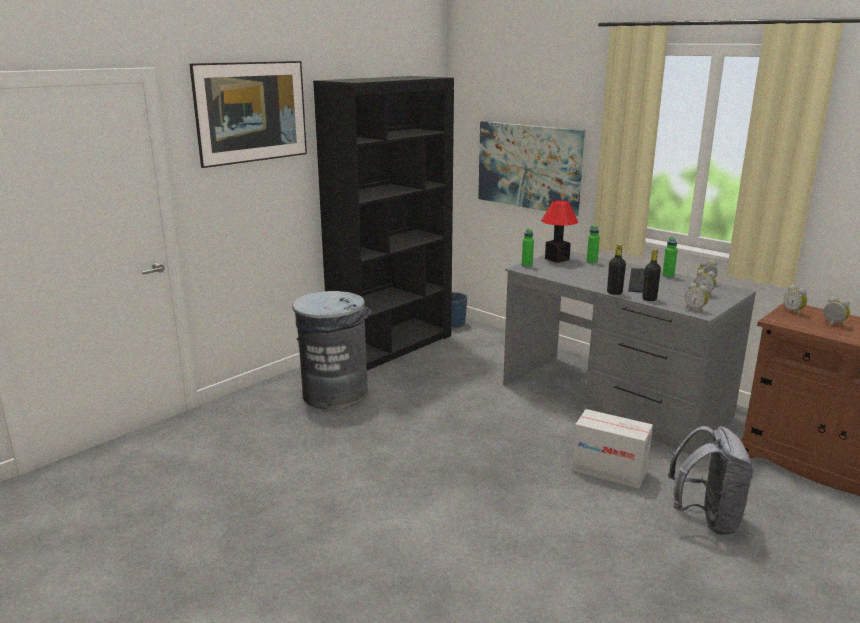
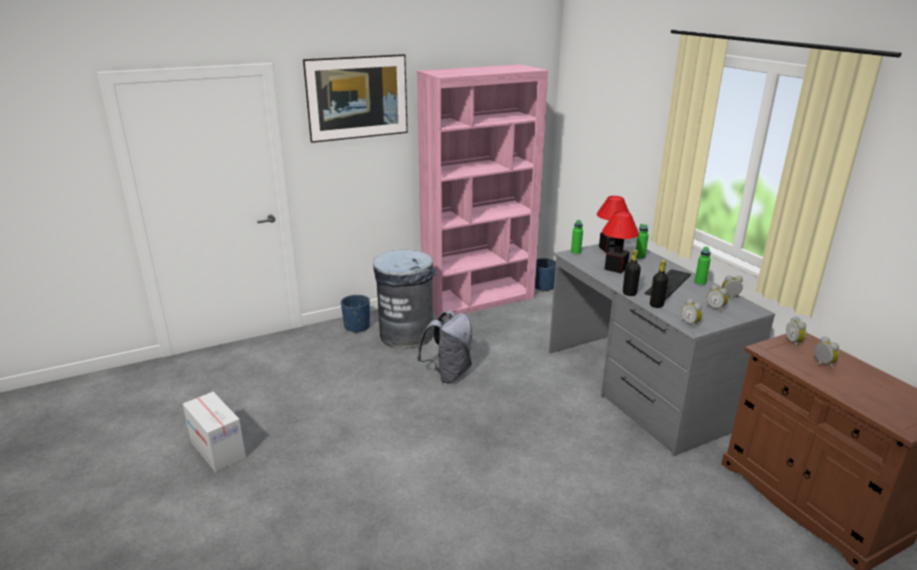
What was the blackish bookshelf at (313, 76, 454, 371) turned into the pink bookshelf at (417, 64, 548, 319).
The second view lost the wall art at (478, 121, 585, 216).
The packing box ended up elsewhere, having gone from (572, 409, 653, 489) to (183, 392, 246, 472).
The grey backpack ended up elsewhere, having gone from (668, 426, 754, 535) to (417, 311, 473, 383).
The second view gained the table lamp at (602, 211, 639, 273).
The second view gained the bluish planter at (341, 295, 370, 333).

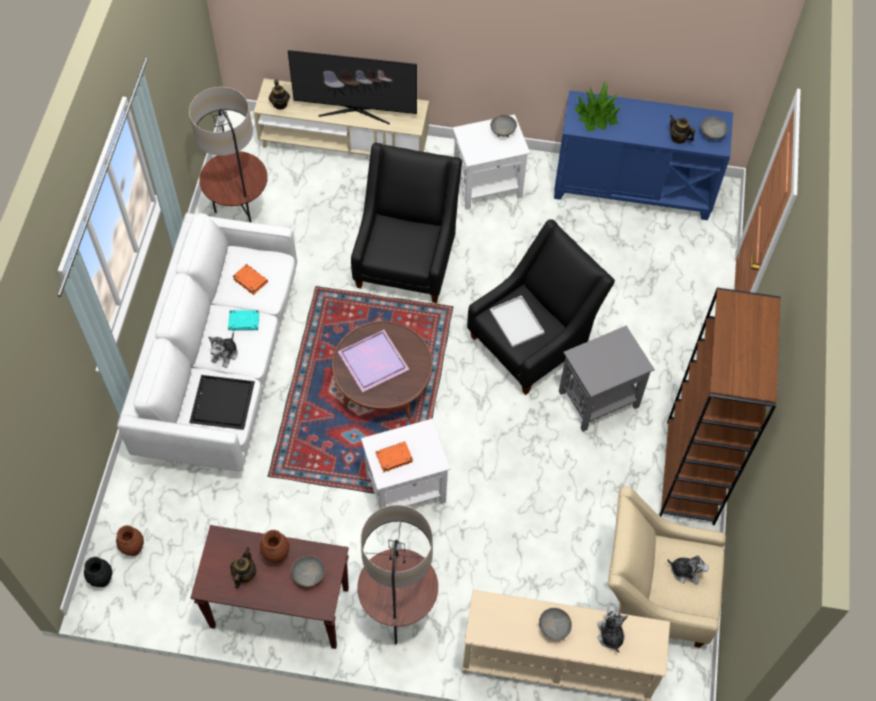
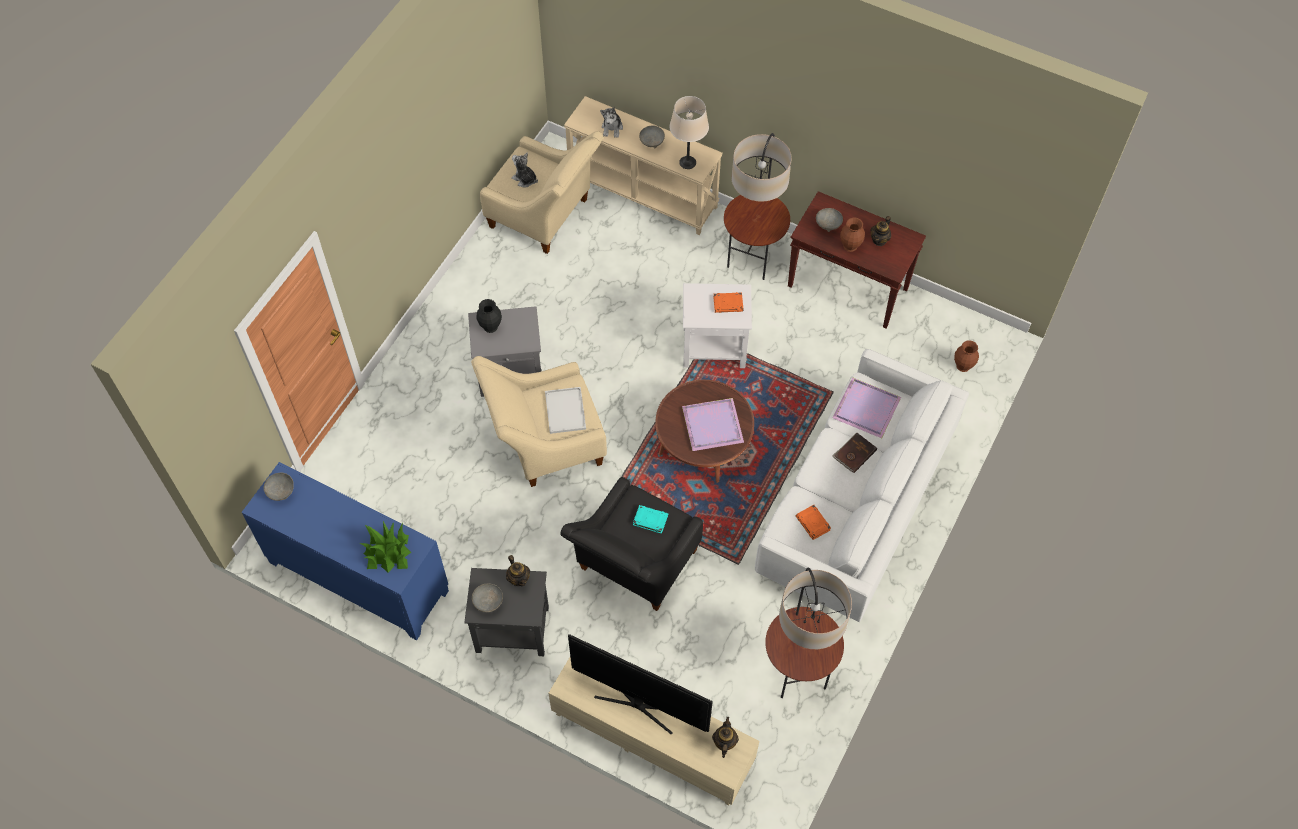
What was the whitish accent table at (453, 114, 530, 210) turned into the blackish accent table at (464, 568, 549, 656).
The pot for tea ended up elsewhere, having gone from (670, 115, 695, 144) to (506, 555, 530, 586).
What was the blackish armchair at (467, 219, 615, 395) turned into the sand-coloured armchair at (471, 356, 607, 487).
The second view lost the brown-coloured bookshelf at (659, 288, 780, 525).
The turquoise-coloured volume ended up elsewhere, having gone from (228, 310, 259, 331) to (633, 505, 668, 534).
Where the plush toy stood at (209, 332, 238, 368), the brown-coloured volume came to stand at (832, 433, 877, 473).
What was the blackish serving tray at (189, 375, 255, 430) turned into the purple serving tray at (833, 377, 901, 438).
The blackish flower vase ended up elsewhere, having gone from (84, 557, 112, 587) to (477, 299, 502, 333).
The second view gained the sand-coloured table lamp at (669, 96, 709, 169).

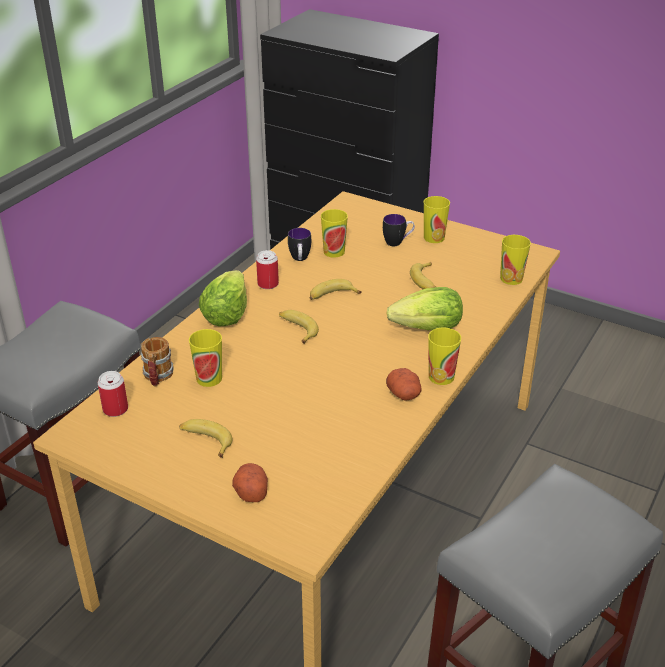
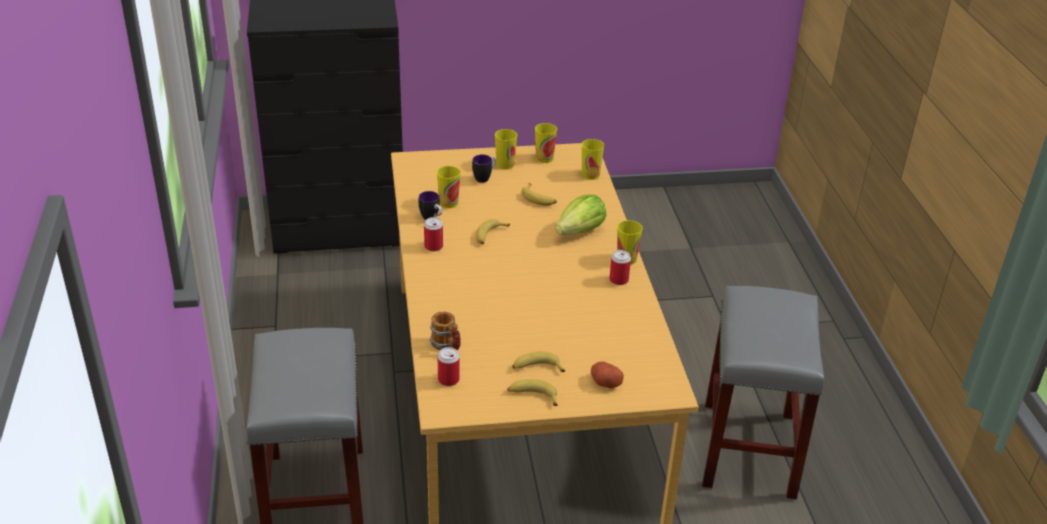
The second view lost the lettuce at (199, 270, 247, 326).
The banana ended up elsewhere, having gone from (279, 310, 319, 344) to (507, 379, 558, 406).
The small cup ended up elsewhere, having gone from (189, 329, 222, 387) to (535, 123, 557, 163).
Where the potato stood at (386, 368, 422, 401), the sealed can came to stand at (609, 250, 631, 285).

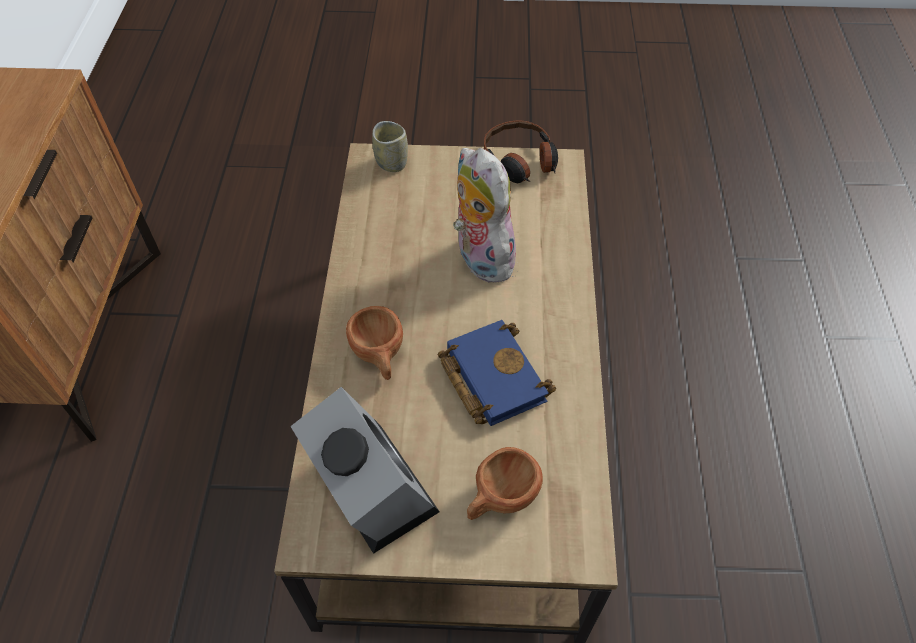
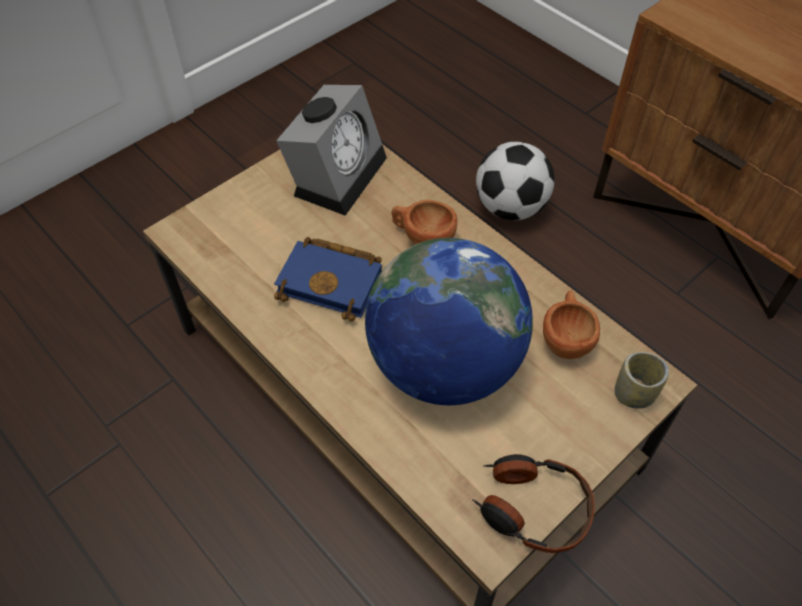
Where the plush toy stood at (453, 148, 516, 283), the world globe came to stand at (365, 238, 533, 405).
The alarm clock at (290, 387, 440, 554) ended up facing another way, 75 degrees counterclockwise from before.
The brown-coloured small cup ended up elsewhere, having gone from (467, 447, 543, 520) to (543, 290, 600, 359).
The second view gained the ball for football at (476, 142, 554, 220).

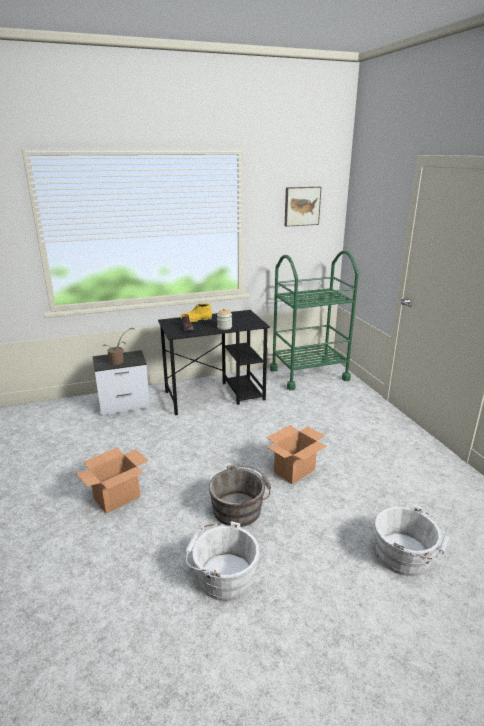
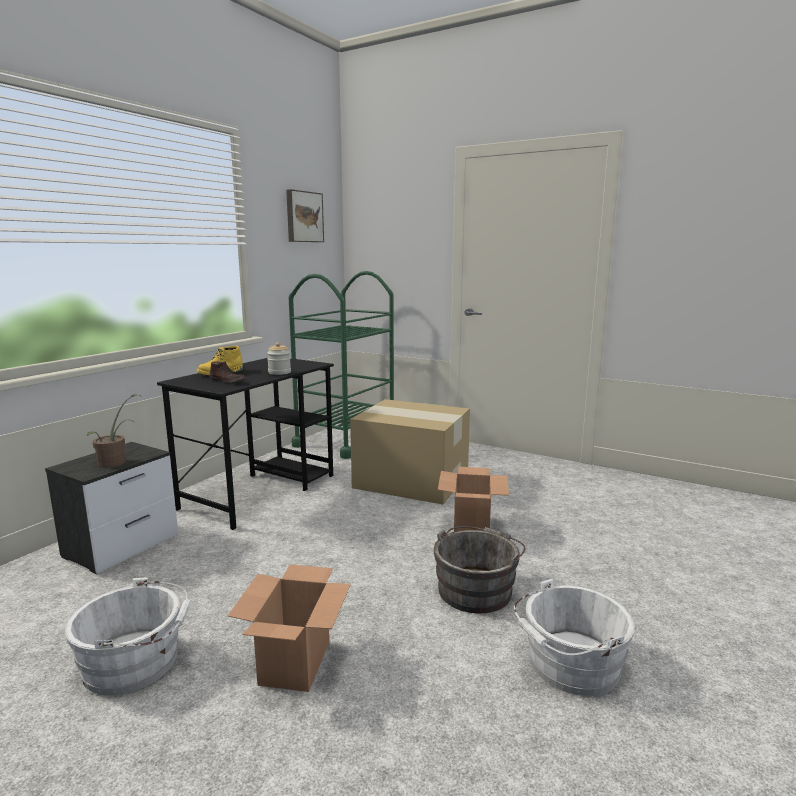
The whitish water bucket ended up elsewhere, having gone from (375, 505, 449, 576) to (65, 577, 191, 695).
The second view gained the packing box at (350, 399, 470, 504).

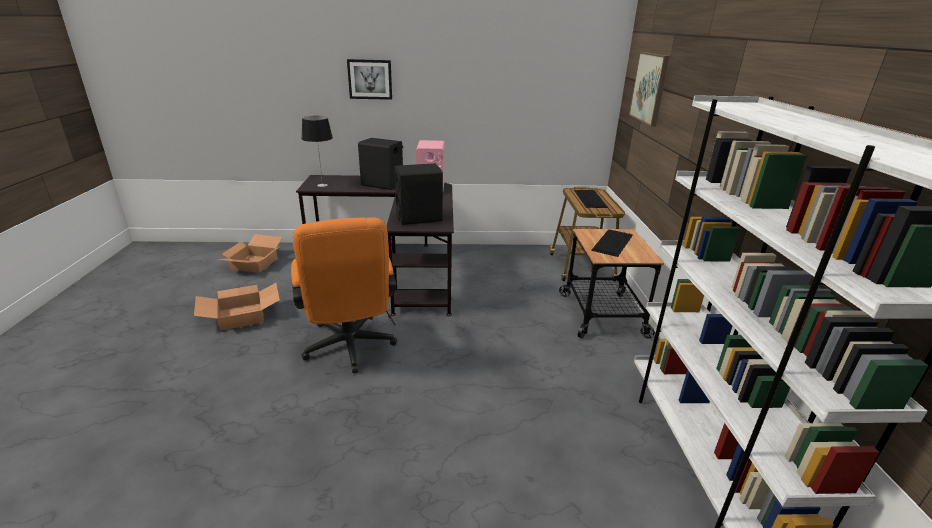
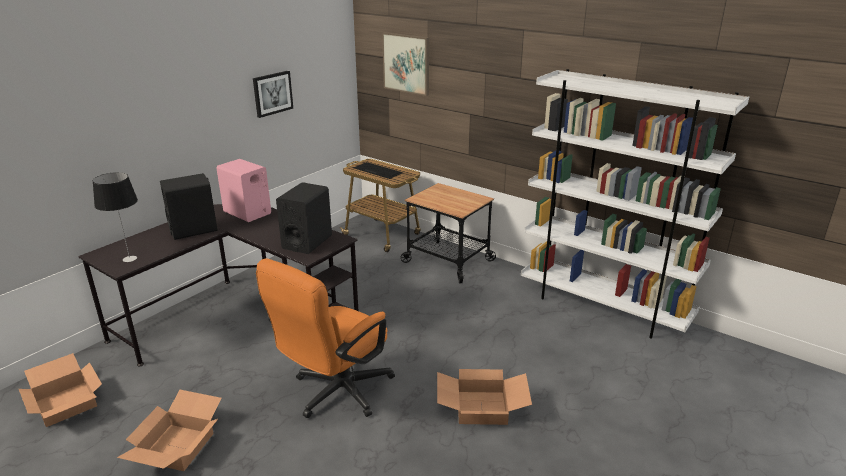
The wall art ended up elsewhere, having gone from (347, 59, 392, 100) to (253, 71, 293, 118).
The orange computer chair at (291, 217, 397, 373) ended up facing another way, 105 degrees clockwise from before.
The second view lost the keyboard at (591, 229, 633, 257).
The second view gained the packing box at (437, 369, 532, 425).

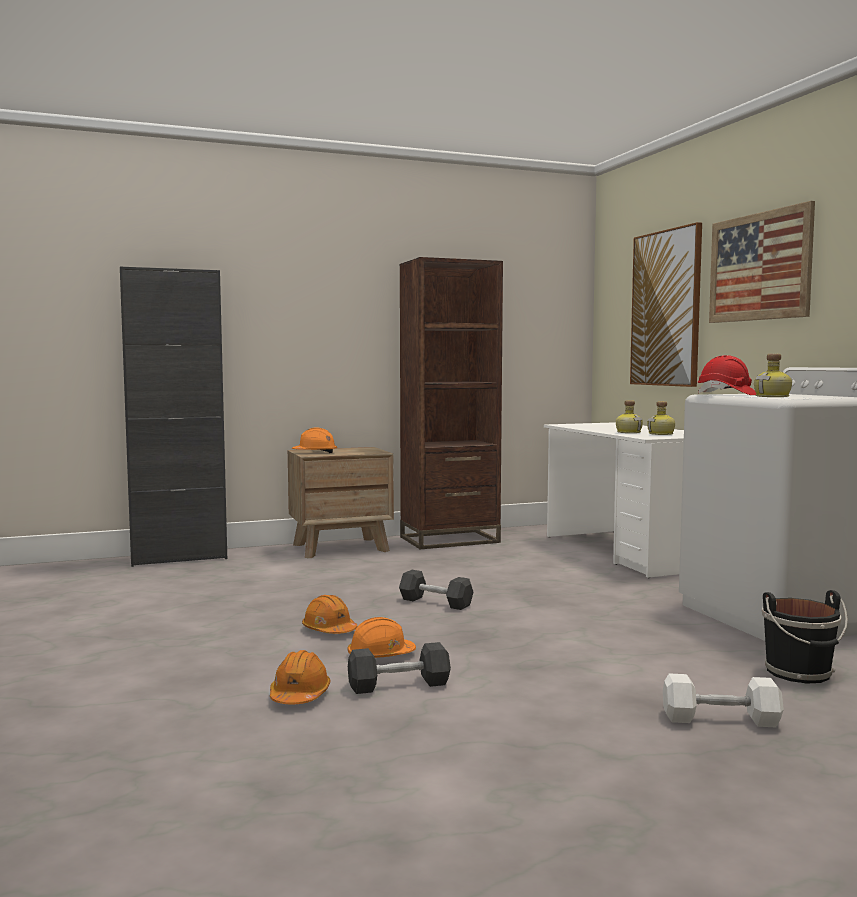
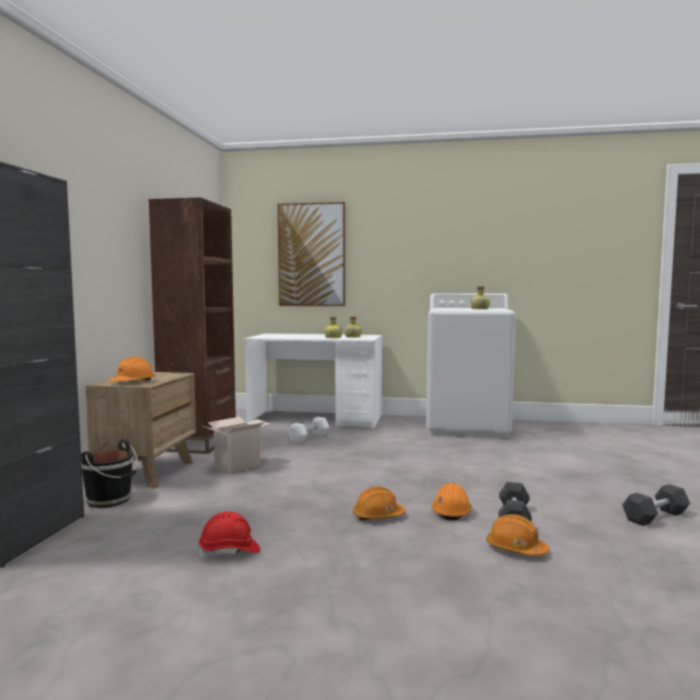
The second view lost the wall art at (709, 201, 815, 323).
The red-coloured work helmet ended up elsewhere, having gone from (698, 355, 756, 395) to (198, 511, 260, 559).
The blackish free weight ended up elsewhere, having gone from (399, 570, 473, 610) to (622, 484, 690, 526).
The blackish water bucket ended up elsewhere, having gone from (762, 590, 848, 684) to (81, 440, 138, 508).
The whitish free weight ended up elsewhere, having gone from (663, 673, 784, 727) to (288, 417, 329, 443).
The second view gained the packing box at (203, 417, 270, 473).

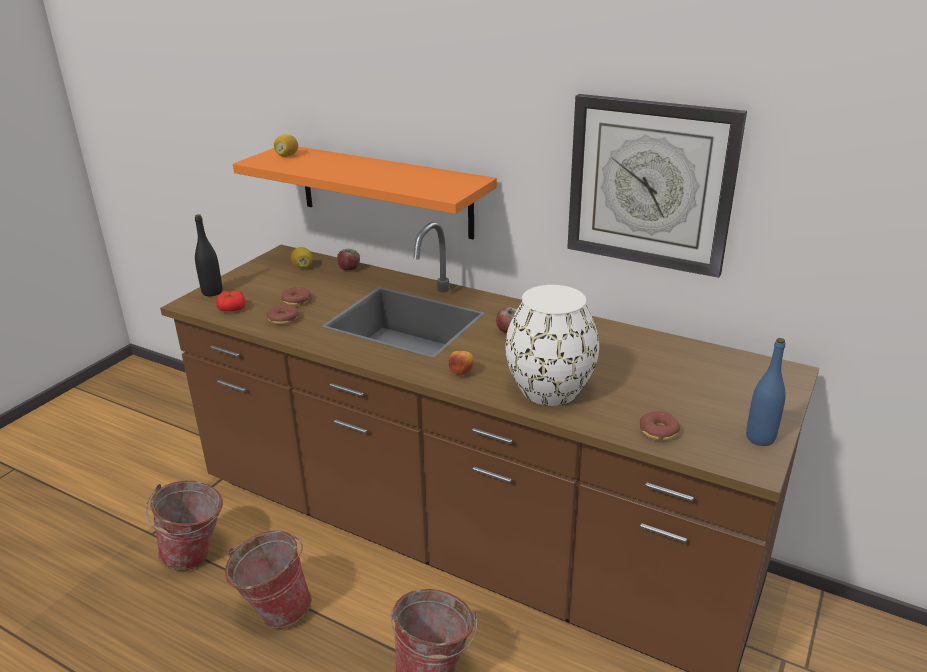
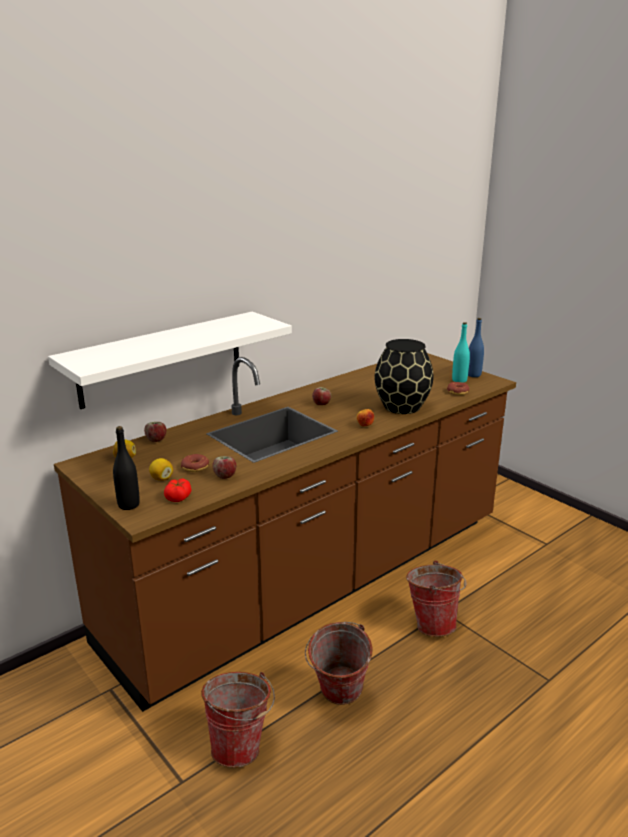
The second view lost the wall clock at (567, 94, 747, 278).
The citrus fruit ended up elsewhere, having gone from (274, 134, 298, 157) to (149, 458, 173, 481).
What was the orange wall shelf at (233, 147, 497, 239) turned into the whitish wall shelf at (48, 312, 292, 409).
What was the whitish flower vase at (505, 285, 599, 406) turned into the blackish flower vase at (374, 339, 433, 414).
Where the doughnut stood at (267, 304, 299, 325), the apple fruit came to stand at (212, 456, 236, 479).
The second view gained the turquoise-coloured drink bottle at (452, 322, 470, 383).

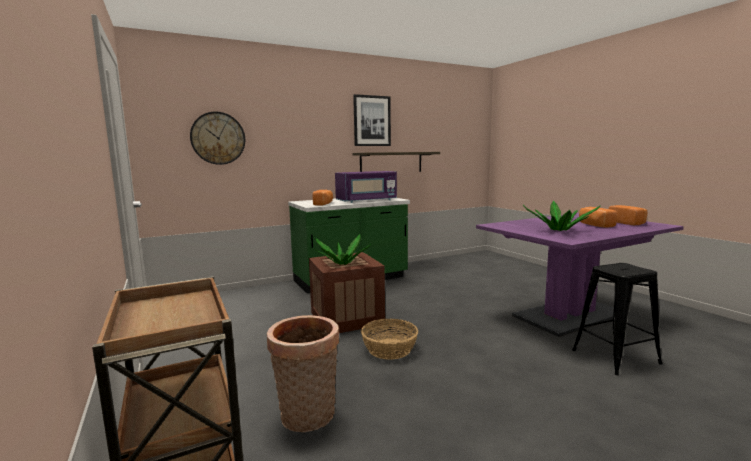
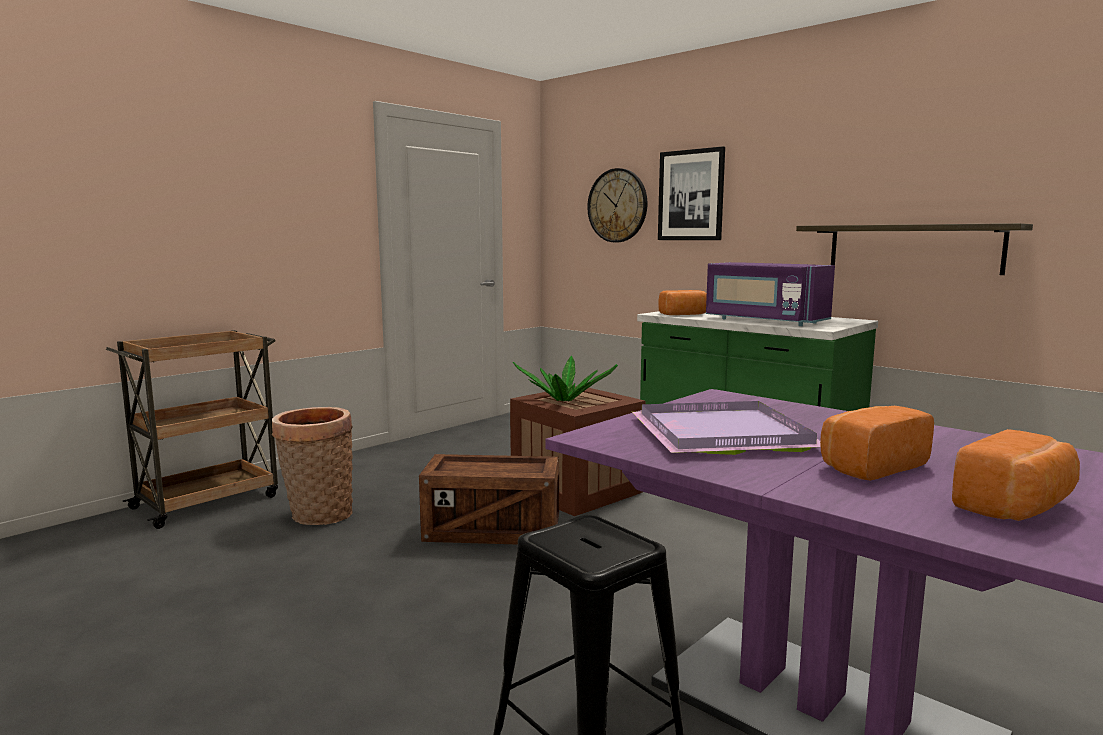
The wall art ended up elsewhere, having gone from (353, 94, 391, 146) to (658, 146, 725, 240).
Where the plant in a pot stood at (523, 200, 601, 231), the purple serving tray came to stand at (632, 401, 821, 455).
Where the storage basket stood at (361, 319, 418, 360), the packing crate came to stand at (419, 454, 559, 545).

